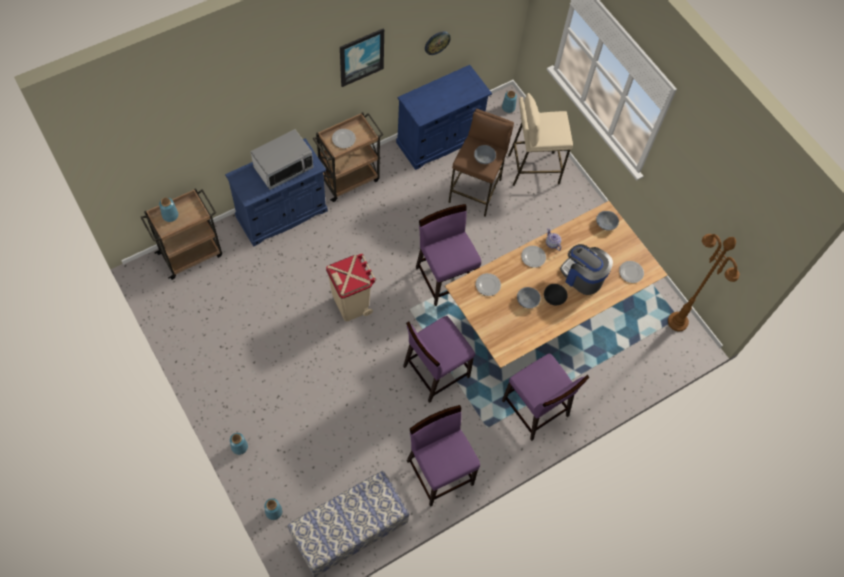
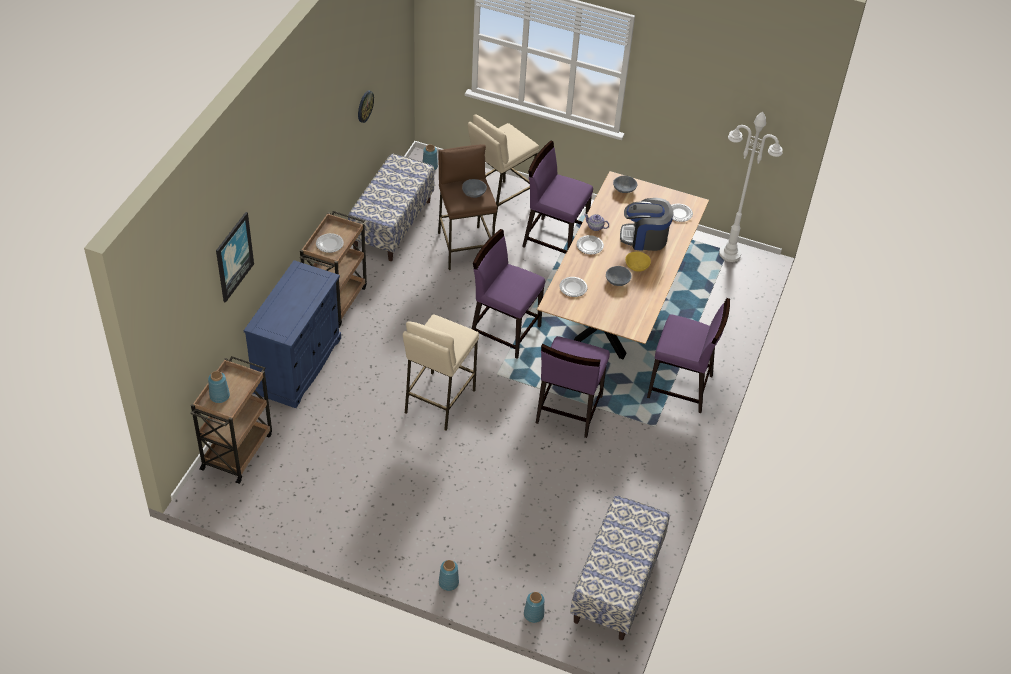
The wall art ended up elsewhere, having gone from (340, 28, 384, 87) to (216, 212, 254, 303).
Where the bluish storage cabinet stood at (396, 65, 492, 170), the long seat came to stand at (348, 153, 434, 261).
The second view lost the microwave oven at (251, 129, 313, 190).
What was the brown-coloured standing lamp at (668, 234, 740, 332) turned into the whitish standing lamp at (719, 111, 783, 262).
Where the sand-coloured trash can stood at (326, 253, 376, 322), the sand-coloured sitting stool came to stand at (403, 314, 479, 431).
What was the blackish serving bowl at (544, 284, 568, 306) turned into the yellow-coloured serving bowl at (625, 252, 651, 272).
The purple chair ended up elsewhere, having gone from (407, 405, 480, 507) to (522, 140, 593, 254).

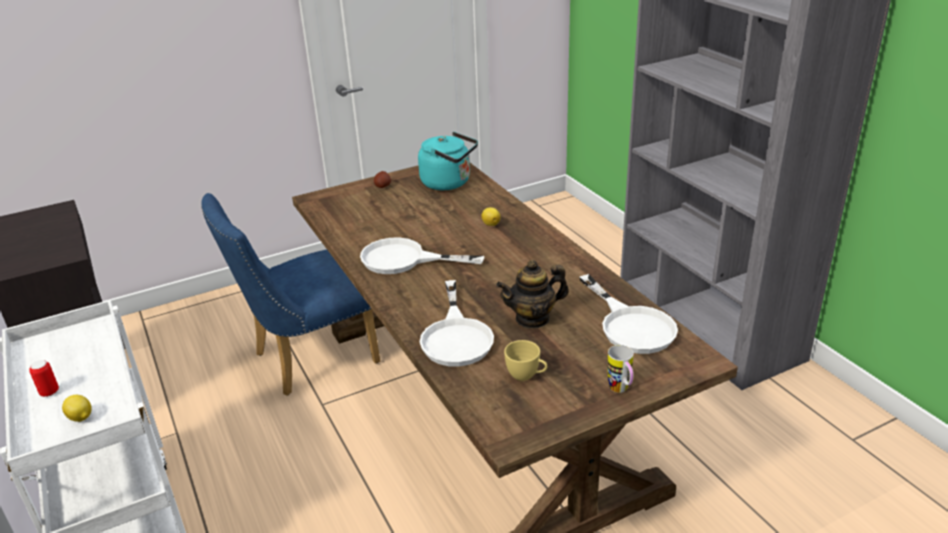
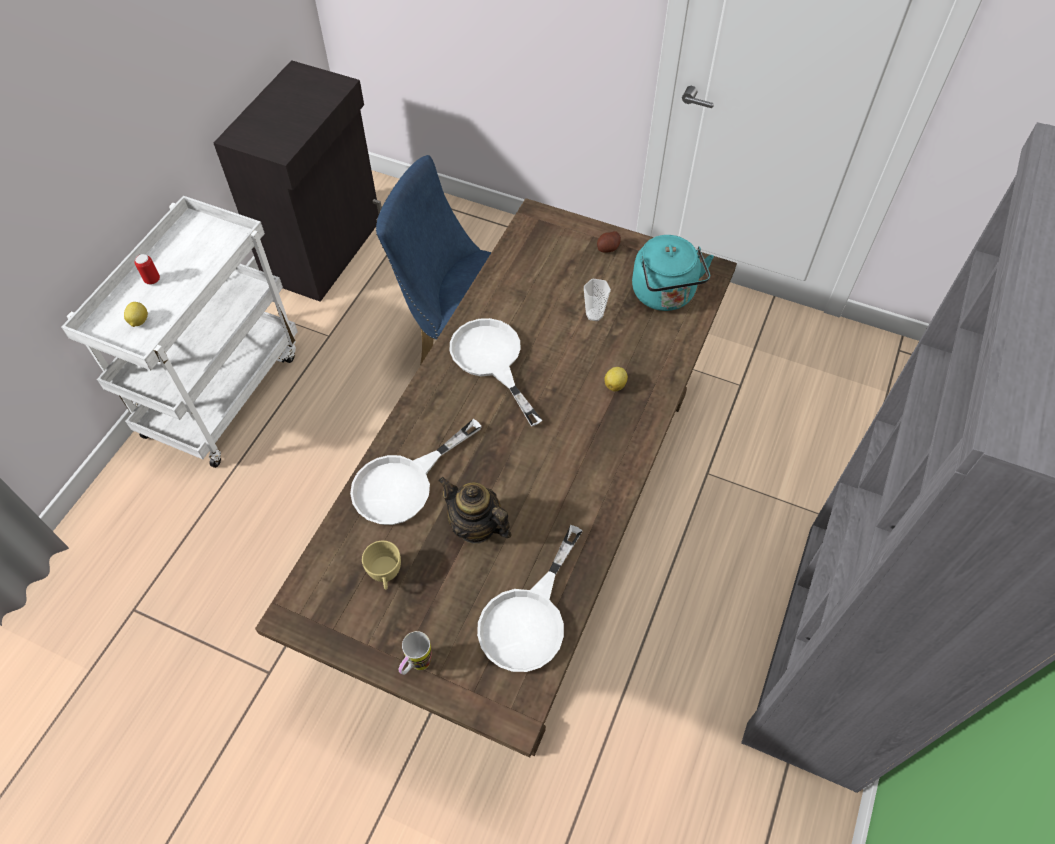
The second view gained the small cup at (584, 279, 611, 321).

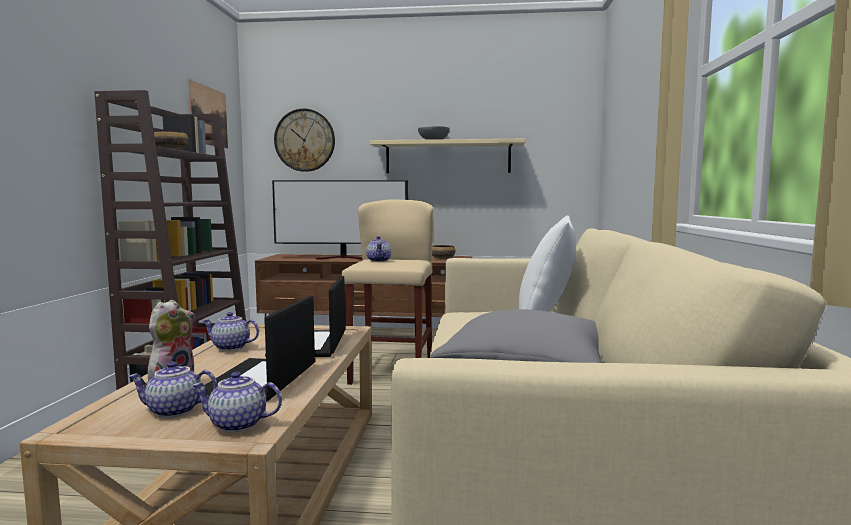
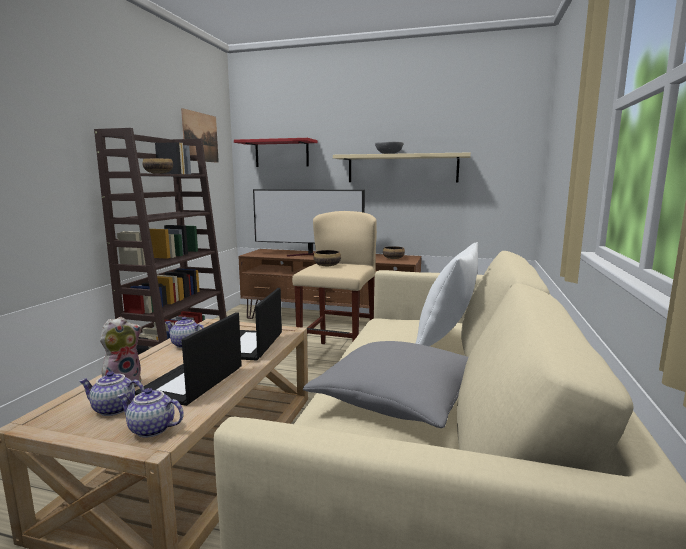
Where the wall clock hung at (274, 108, 335, 172), the red-coloured wall shelf came to hang at (234, 138, 317, 167).
Where the pot for tea stood at (366, 236, 391, 262), the serving bowl came to stand at (313, 250, 341, 266).

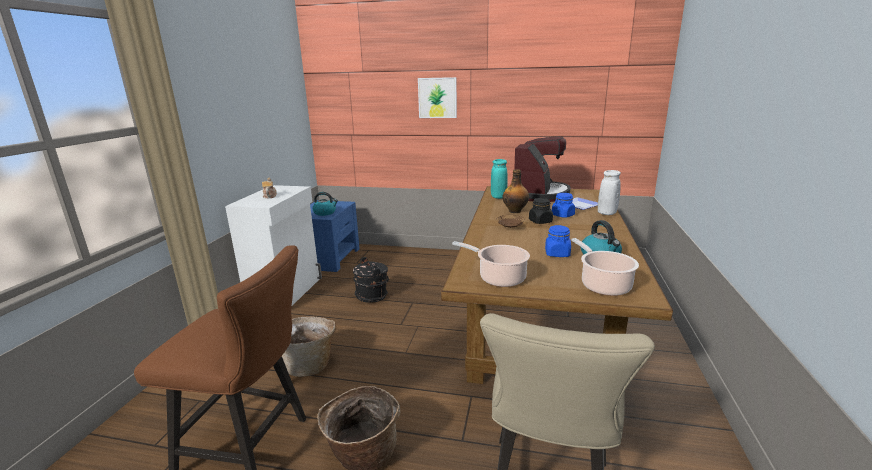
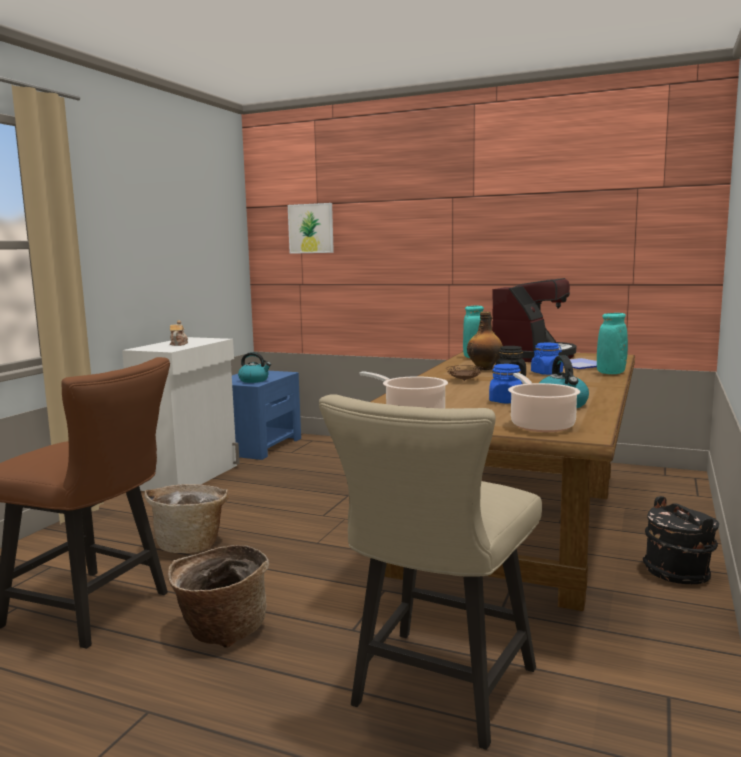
The wall art ended up elsewhere, having gone from (418, 77, 457, 118) to (288, 203, 334, 254).
What was the whitish flower vase at (598, 170, 621, 215) turned into the turquoise-coloured flower vase at (597, 313, 628, 374).
The blackish water bucket ended up elsewhere, having gone from (353, 257, 389, 303) to (643, 496, 719, 584).

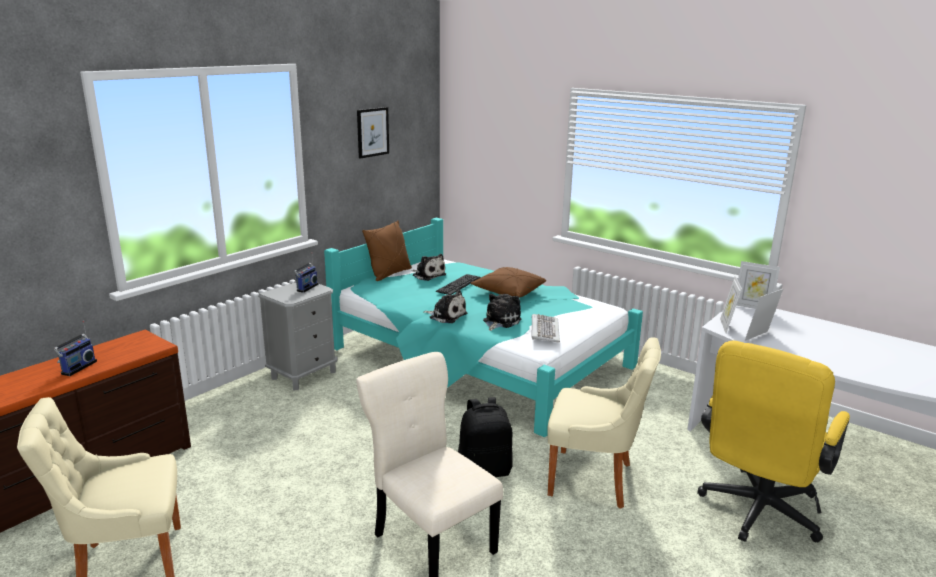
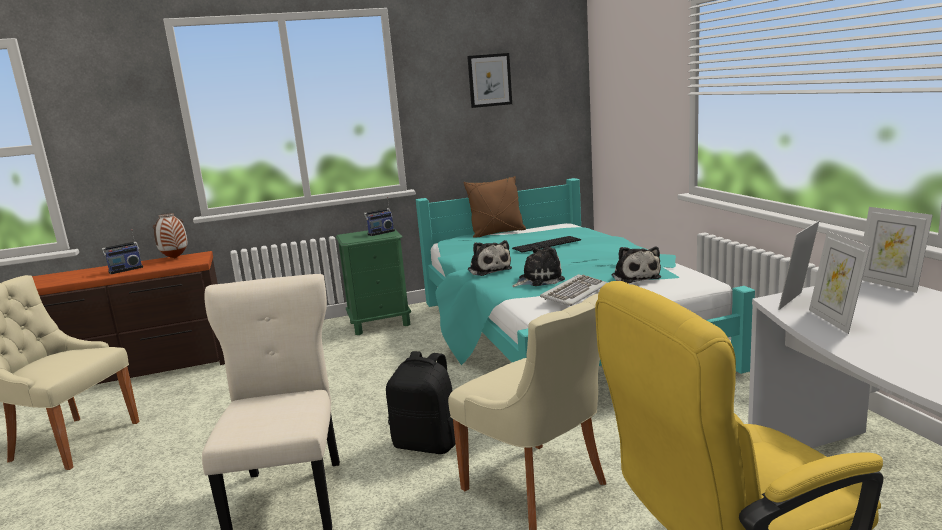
The plush toy ended up elsewhere, having gone from (411, 254, 446, 281) to (612, 246, 661, 283).
The second view lost the brown-coloured cushion at (471, 267, 546, 298).
What was the grey bedside table at (258, 283, 338, 390) turned into the greenish bedside table at (336, 230, 411, 335).
The standing frame at (745, 289, 783, 341) ended up facing another way, 90 degrees counterclockwise from before.
The second view gained the flower vase at (153, 213, 188, 259).

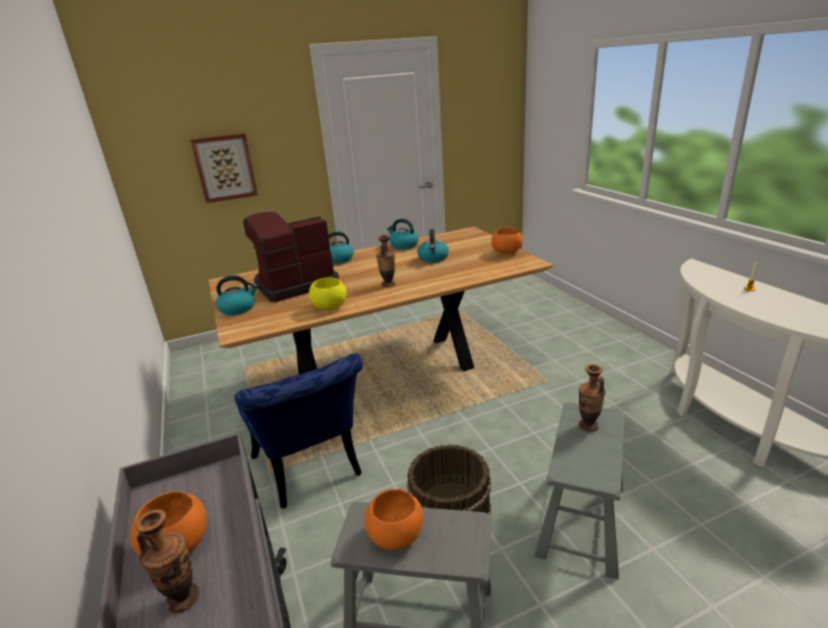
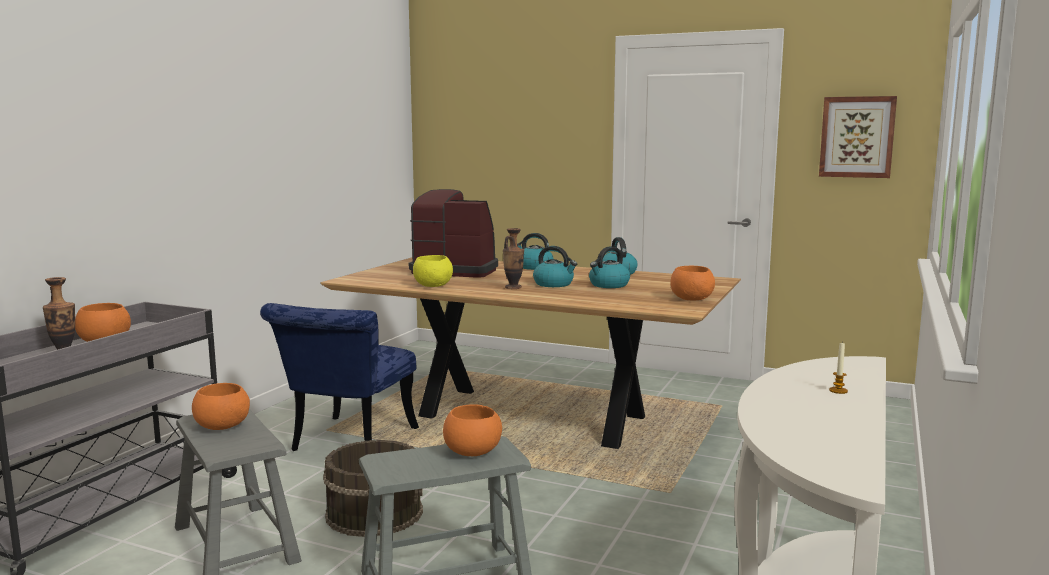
The wall art ended up elsewhere, having gone from (190, 133, 258, 203) to (819, 96, 897, 178).
The water kettle ended up elsewhere, having gone from (216, 275, 258, 315) to (533, 246, 577, 287).
Where the flower vase stood at (579, 364, 606, 432), the orange serving bowl came to stand at (443, 404, 502, 456).

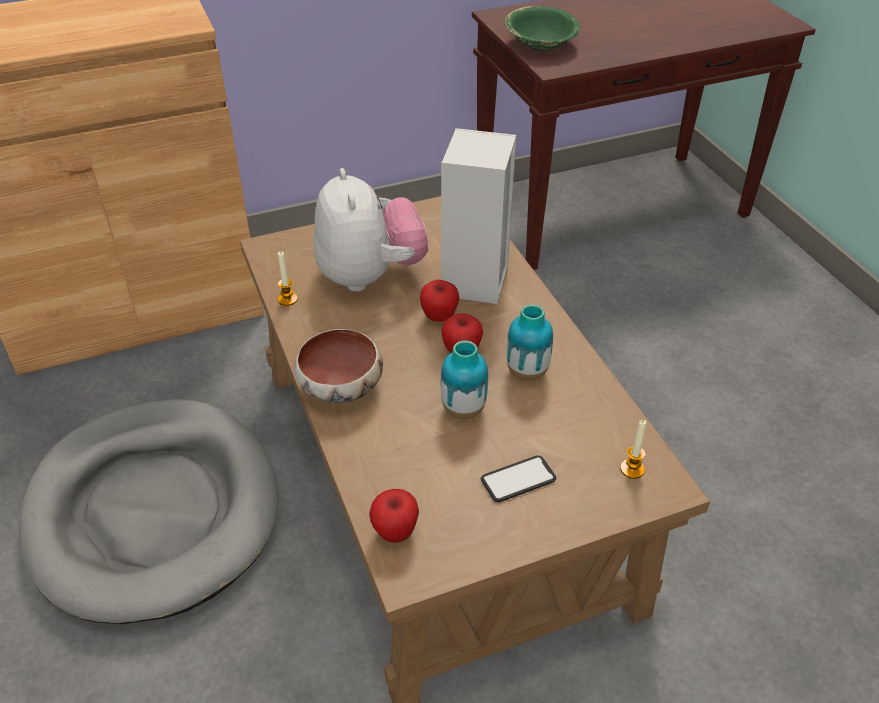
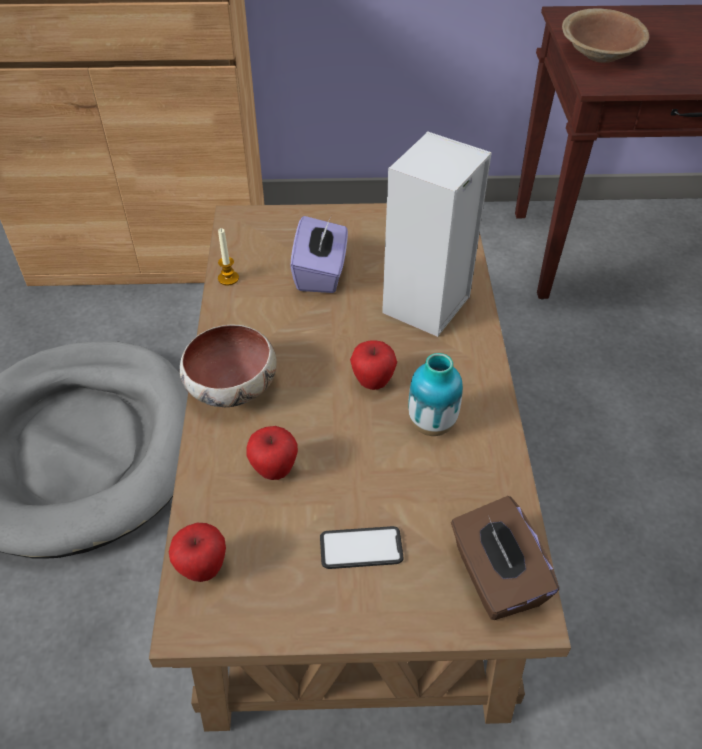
What was the greenish serving bowl at (505, 6, 580, 51) turned into the brown-coloured serving bowl at (562, 8, 649, 63).
Where the plush toy stood at (313, 168, 428, 292), the purple tissue holder came to stand at (290, 216, 348, 293).
The apple fruit ended up elsewhere, having gone from (420, 280, 460, 322) to (246, 426, 298, 480).
The second view lost the flower vase at (441, 341, 488, 419).
Where the wax candle stood at (620, 420, 647, 479), the brown-coloured tissue holder came to stand at (451, 496, 559, 620).

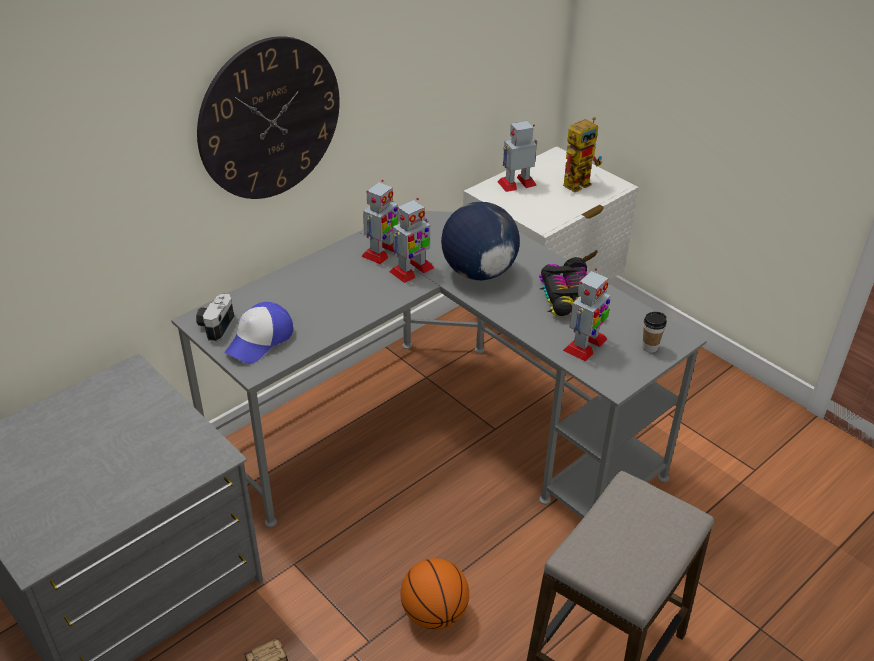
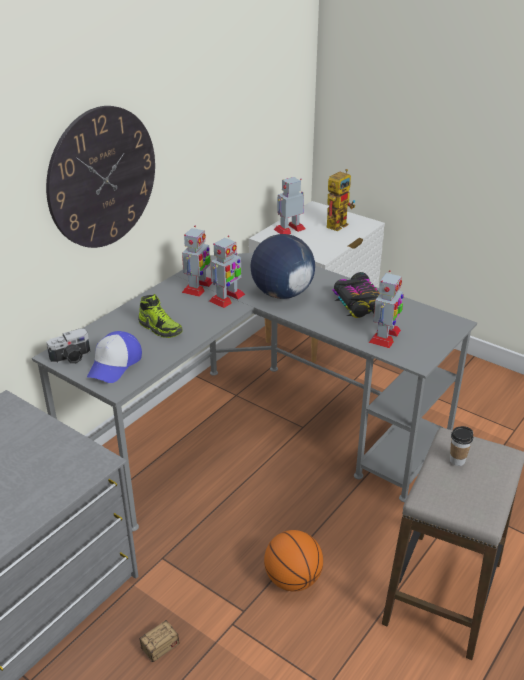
The photo camera at (196, 293, 234, 342) ended up facing another way, 120 degrees counterclockwise from before.
The small cup ended up elsewhere, having gone from (642, 312, 667, 353) to (450, 426, 473, 466).
The second view gained the item of footwear at (138, 294, 183, 338).

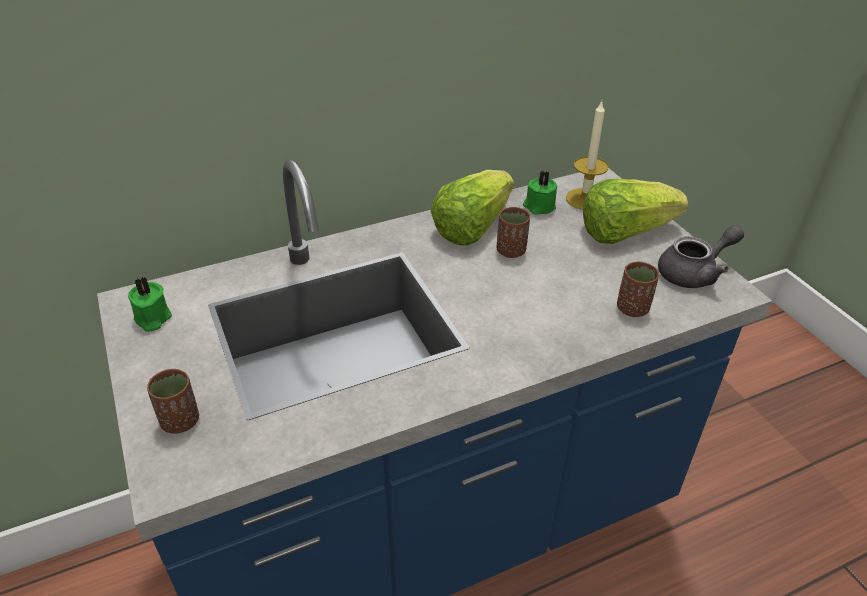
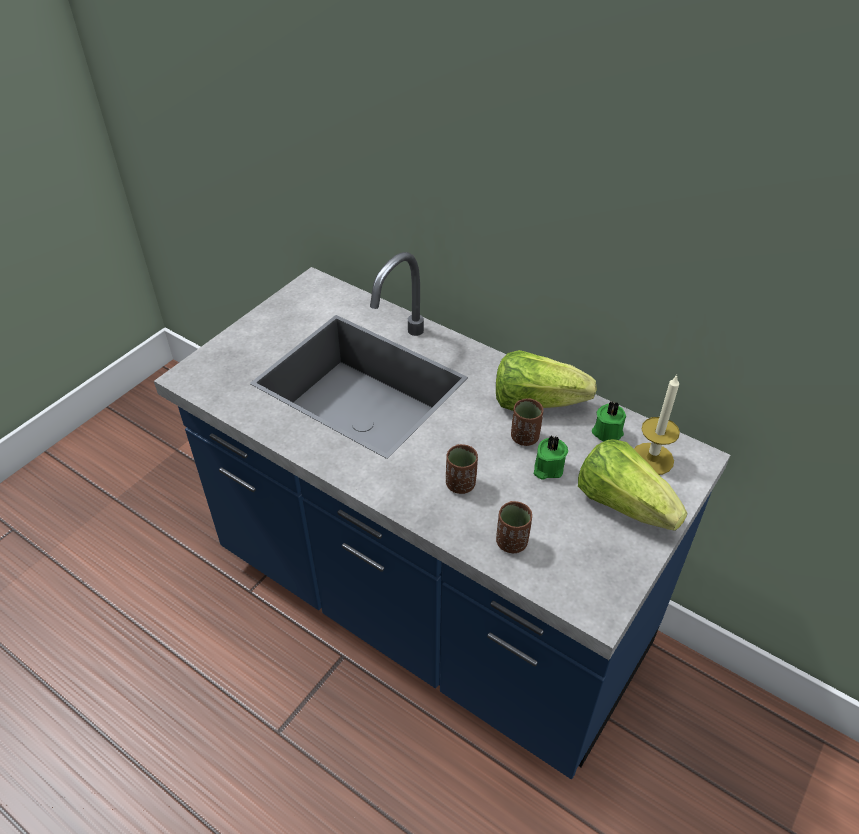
The second view lost the grey pot for tea at (658, 225, 744, 288).
The greenish wax candle ended up elsewhere, having gone from (128, 277, 172, 332) to (534, 435, 568, 480).
The brown-coloured small cup ended up elsewhere, having gone from (147, 369, 199, 434) to (446, 444, 478, 494).

